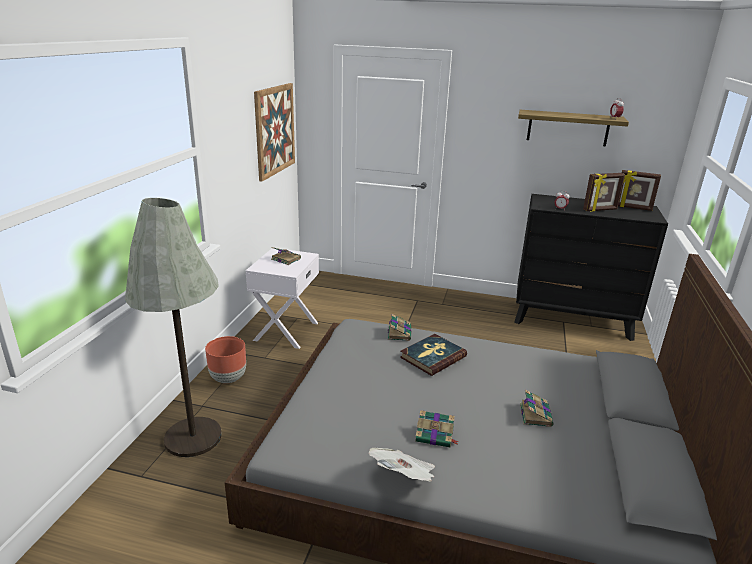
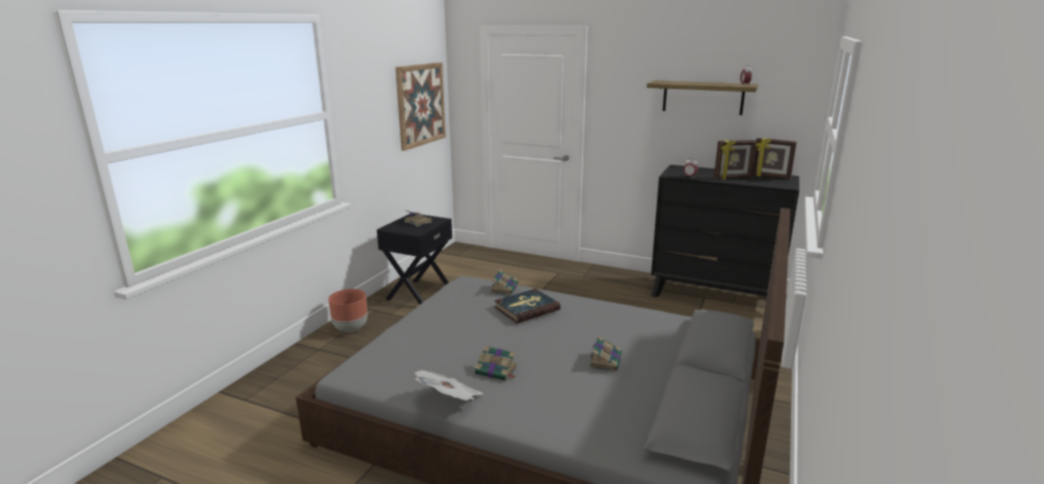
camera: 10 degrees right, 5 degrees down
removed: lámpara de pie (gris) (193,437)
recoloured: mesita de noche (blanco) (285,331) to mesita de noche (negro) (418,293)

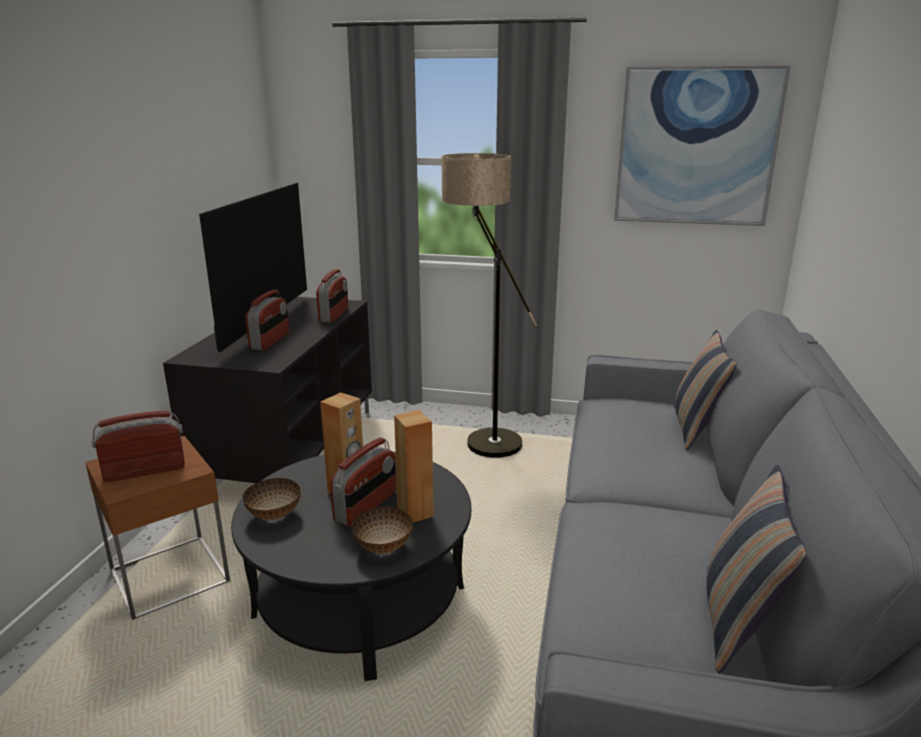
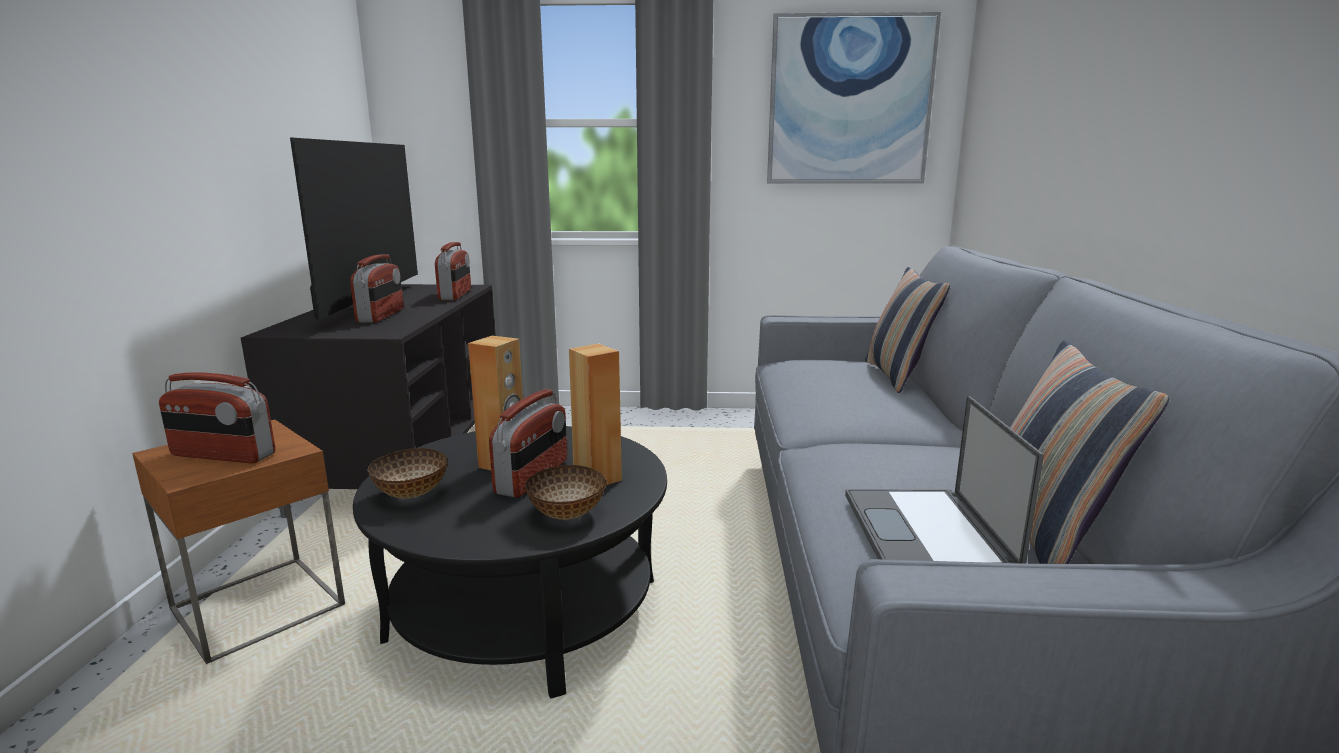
camera: 10 degrees left, 5 degrees down
removed: lámpara de pie (483,436)
added: portátil (927,533)
turned: radio (145,470) = (222,455) 135 degrees counterclockwise

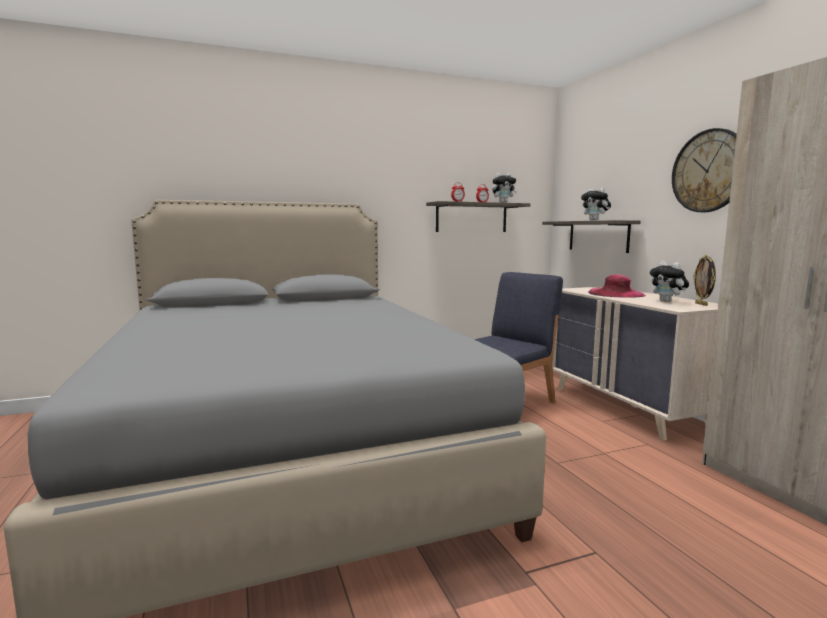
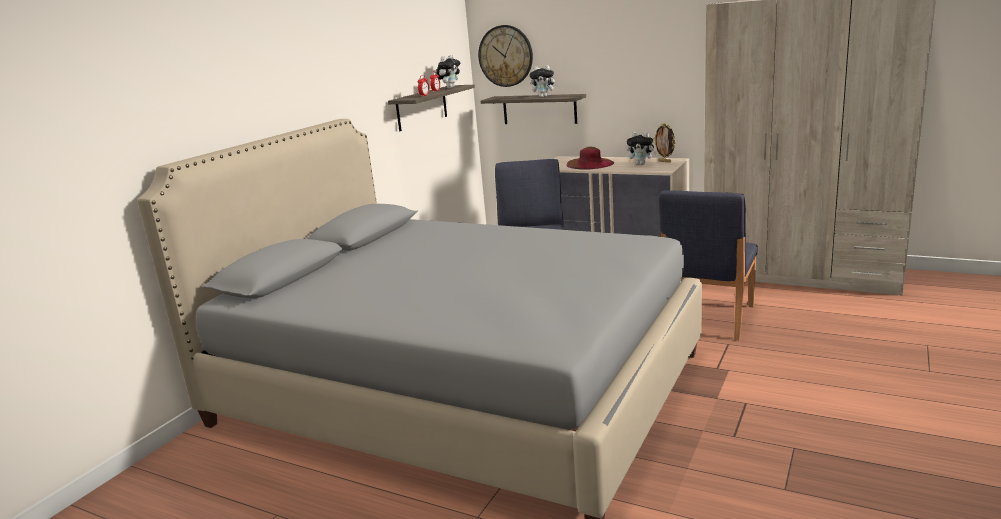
camera: 40 degrees left, 10 degrees up
added: silla (azul) (707,318)
moved: reloj de pared (709,171) to (505,56)
recoloured: sombrero (rosa) (616,293) to sombrero (marrón) (590,164)

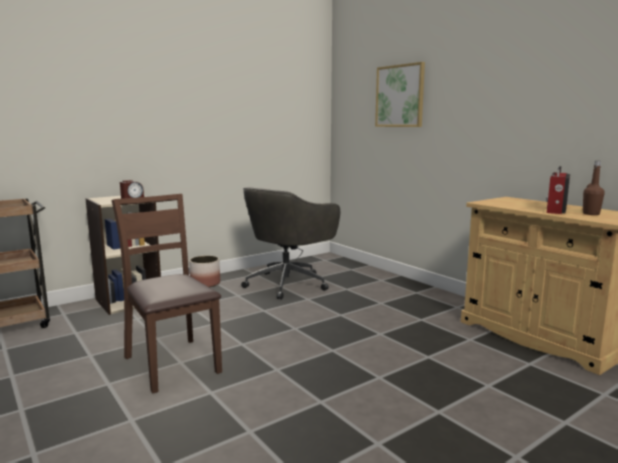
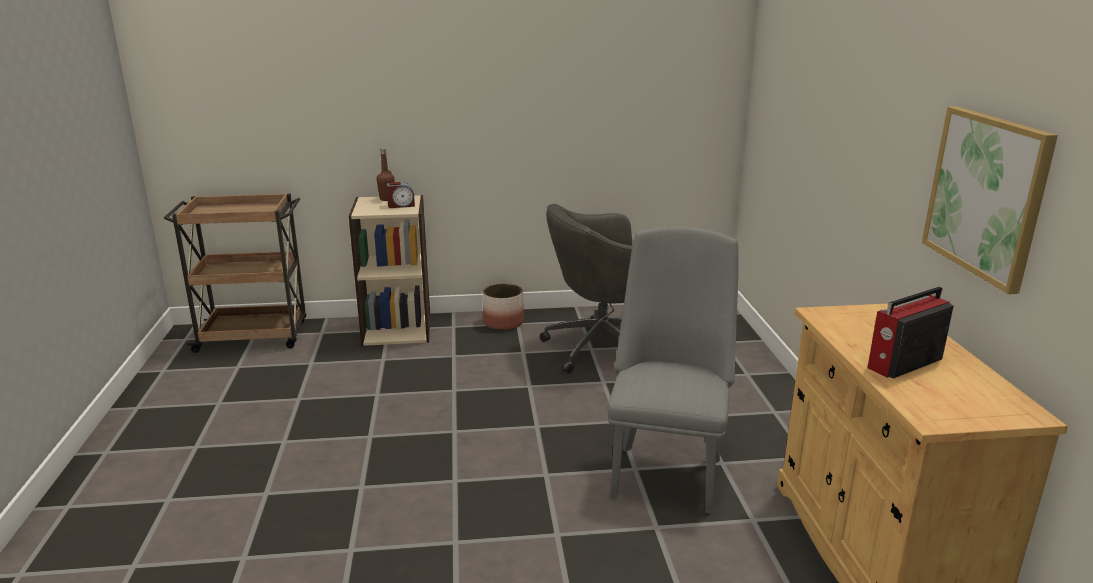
camera: 30 degrees right, 10 degrees up
removed: silla (marrón) (172,363)
added: silla (gris) (666,471)
moved: cuadro (400,96) to (986,195); botella (marrón) (591,214) to (387,199)

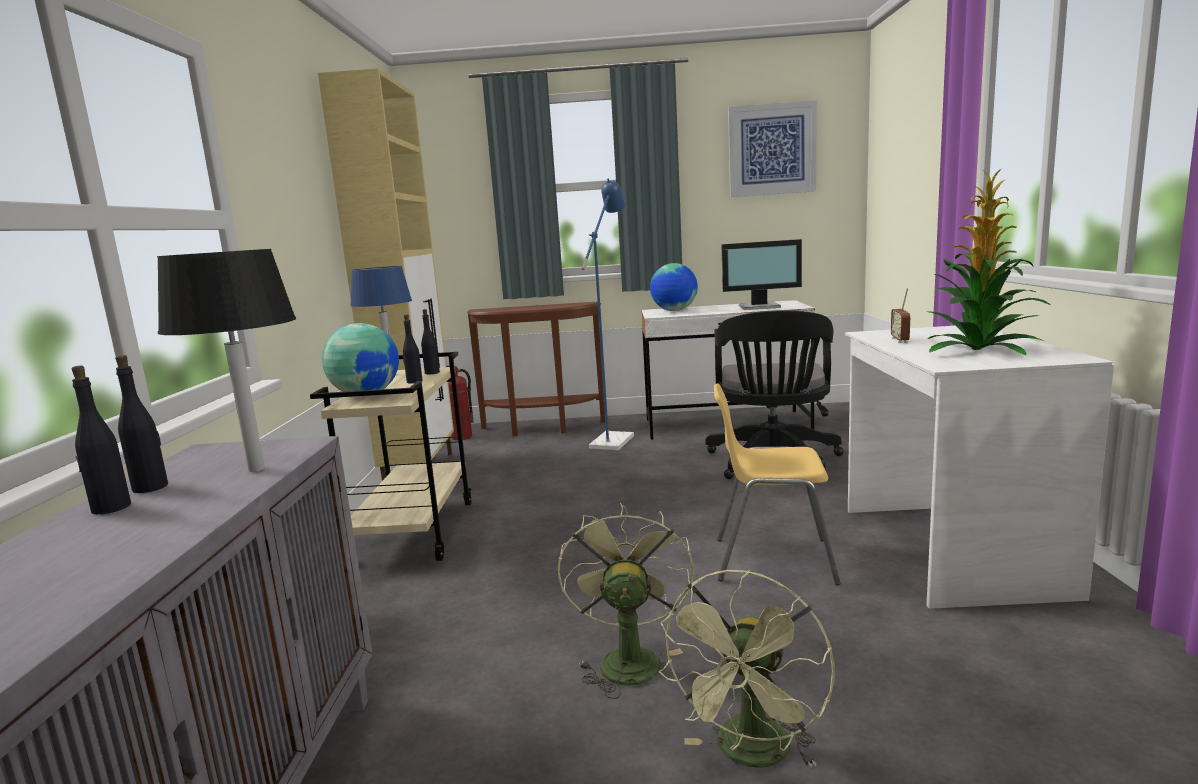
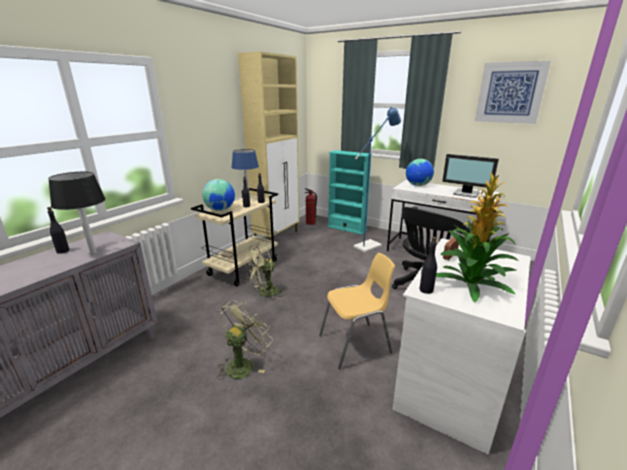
camera: 30 degrees right, 10 degrees up
moved: botella (negro) (110,508) to (426,290); ventilador (verde) (752,755) to (264,293)
replaced: mesa consola (marrón) (542,429) to estantería (turquesa) (347,228)
turned: silla (amarillo) (772,560) = (355,344) 120 degrees clockwise

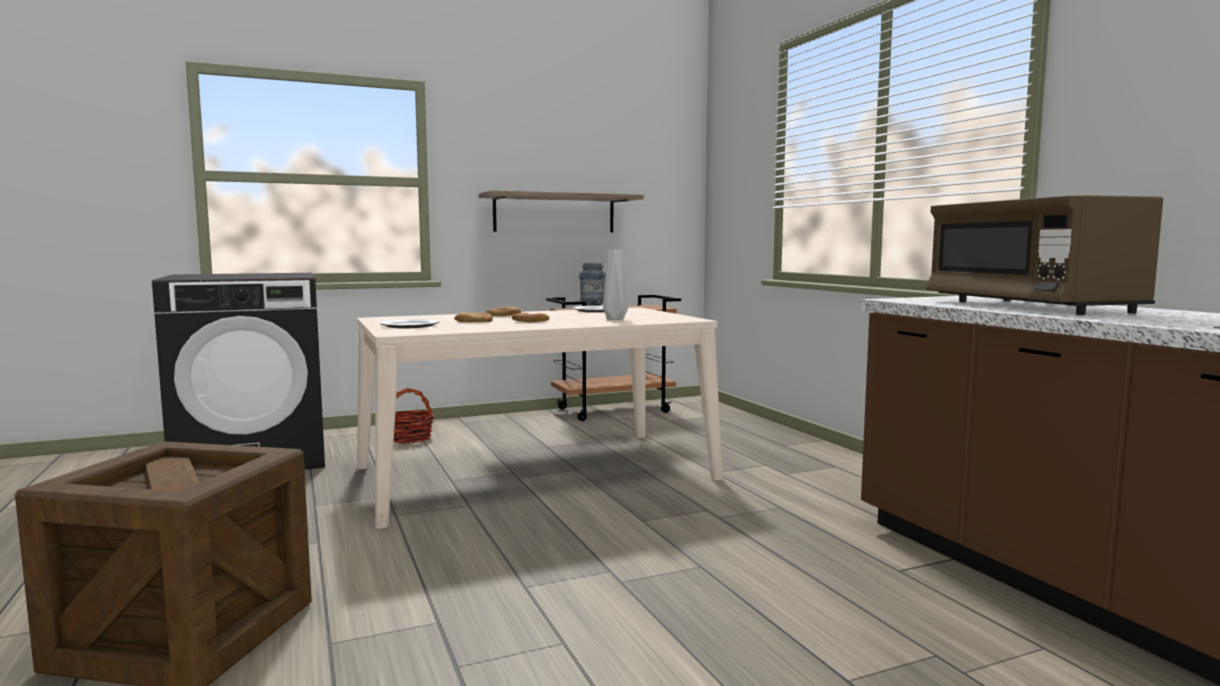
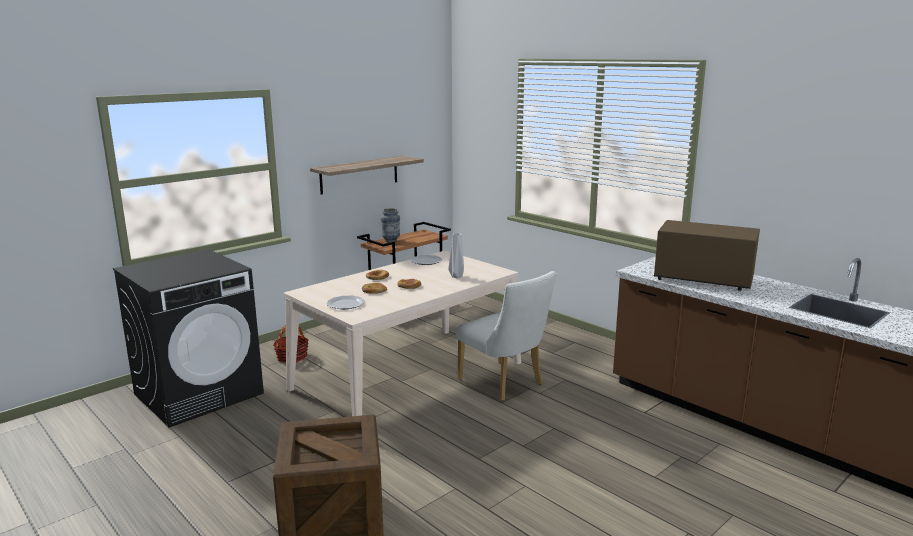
camera: 20 degrees left, 10 degrees up
added: silla (blanco) (505,383)
turned: microondas (marrón) (1029,306) = (703,279) 150 degrees clockwise

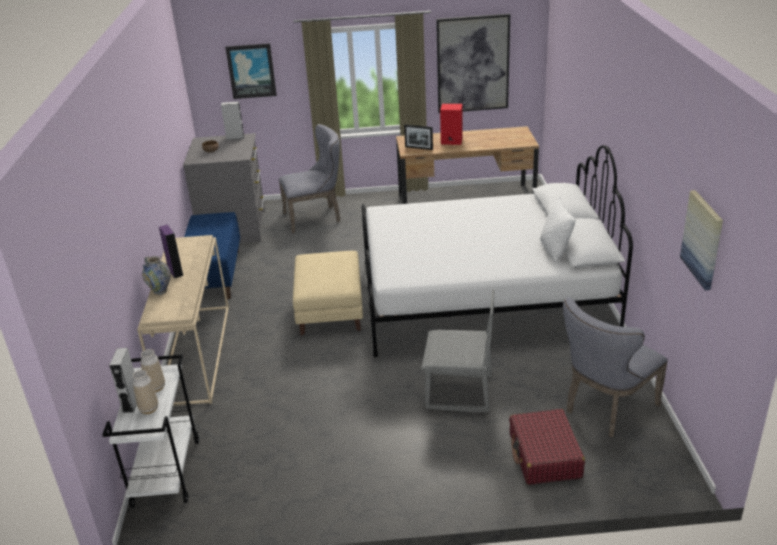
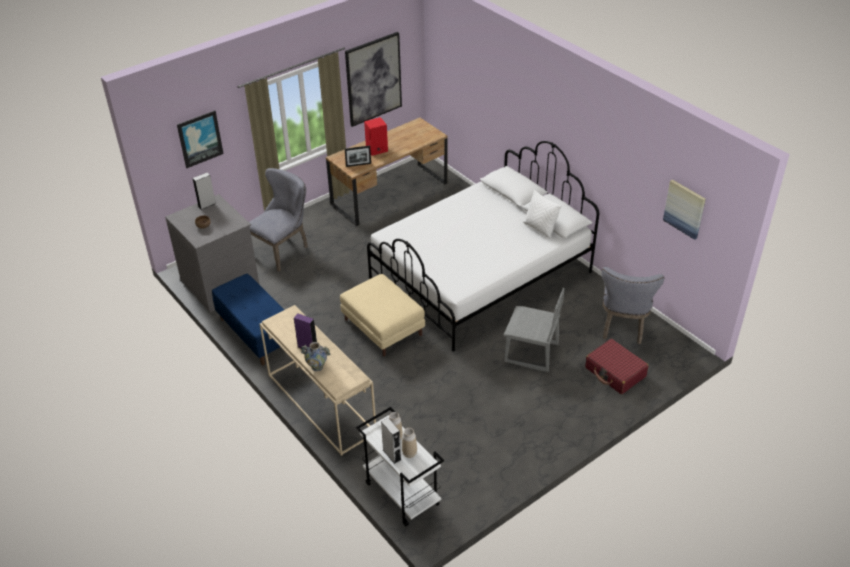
camera: 35 degrees left, 10 degrees up
turned: silla (gris) (459,393) = (531,353) 45 degrees clockwise

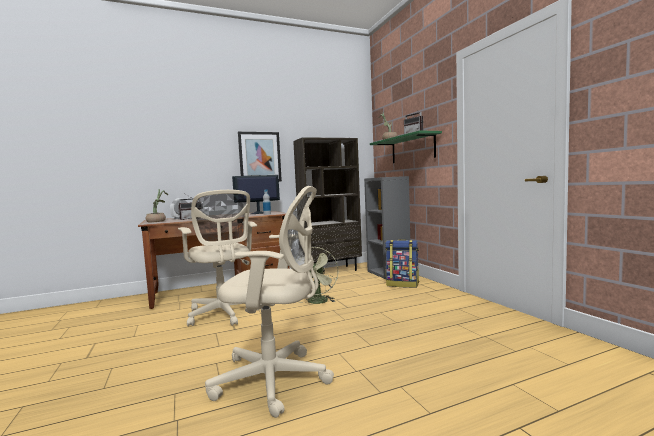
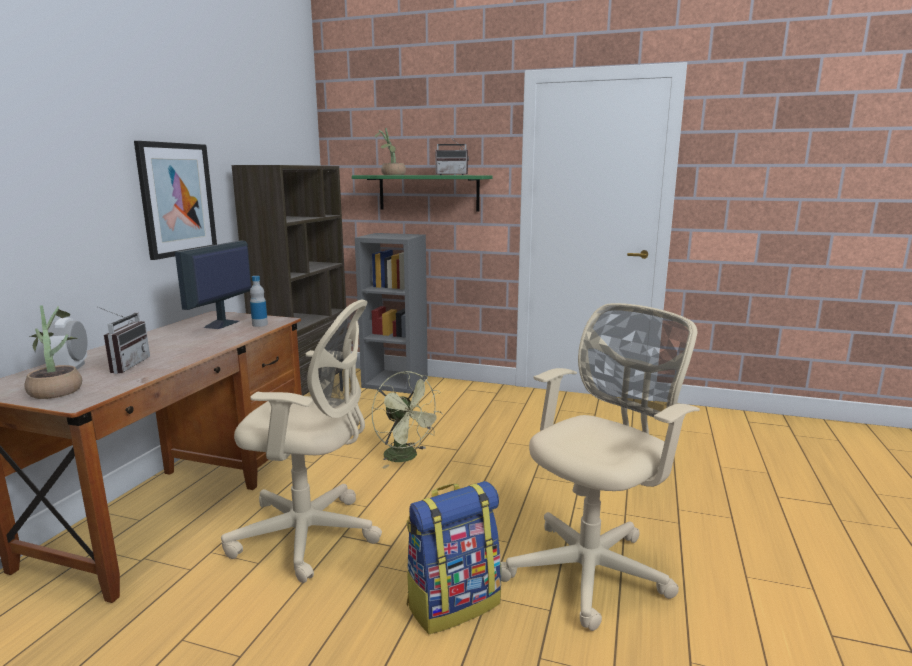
camera: 50 degrees left, 10 degrees up
moved: mochila (402,284) to (453,603)

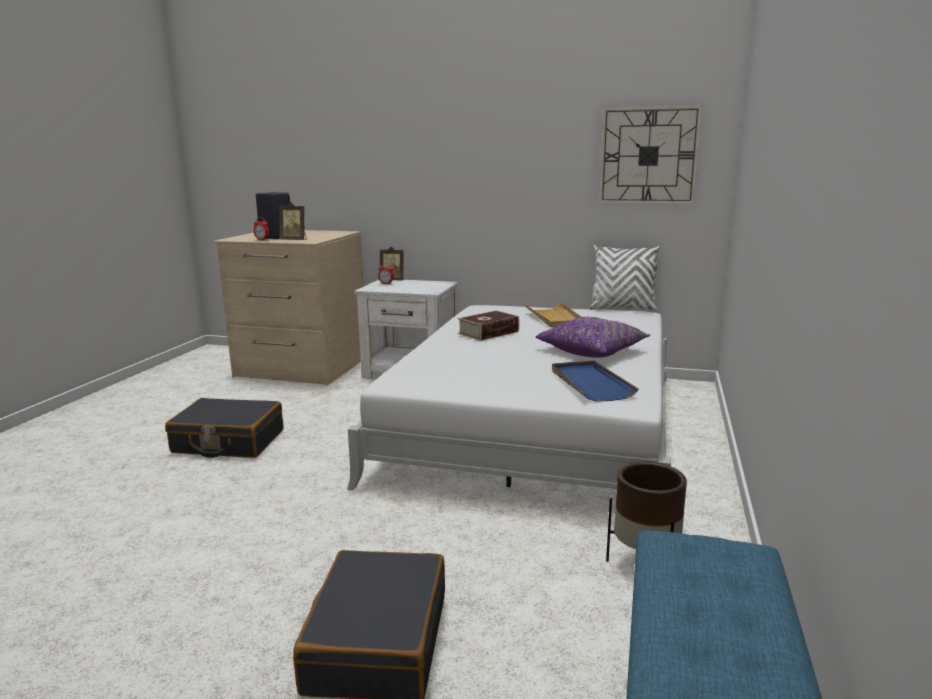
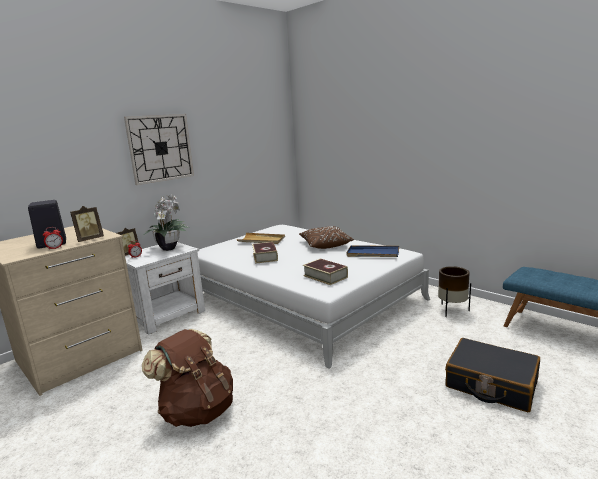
camera: 60 degrees left, 0 degrees up
removed: cojín (blanco) (622,309)
added: planta en maceta (170,248); libro (325,276)
moved: reloj de pared (648,156) to (160,148)
replaced: maleta (negro) (228,442) to mochila (marrón) (197,411)
recoloured: cojín (morado) (592,351) to cojín (marrón) (325,245)

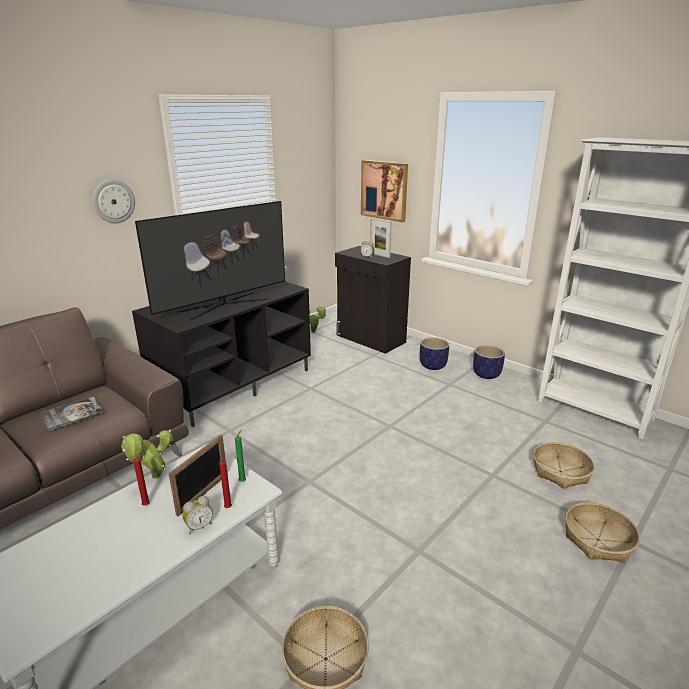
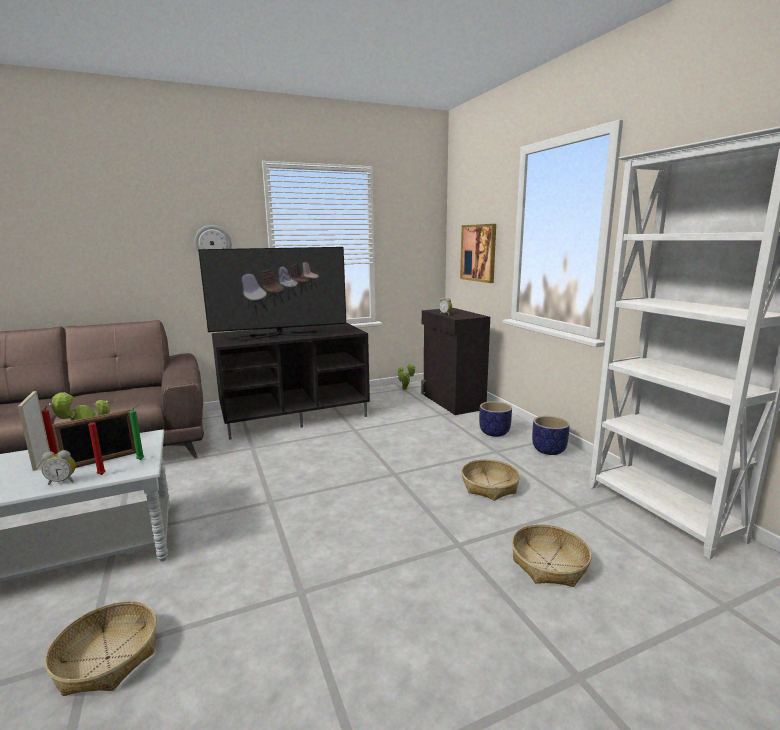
camera: 25 degrees right, 10 degrees down
removed: libro (72,414)
moved: portarretratos (379,255) to (41,460); cesta (598,540) to (489,486)

